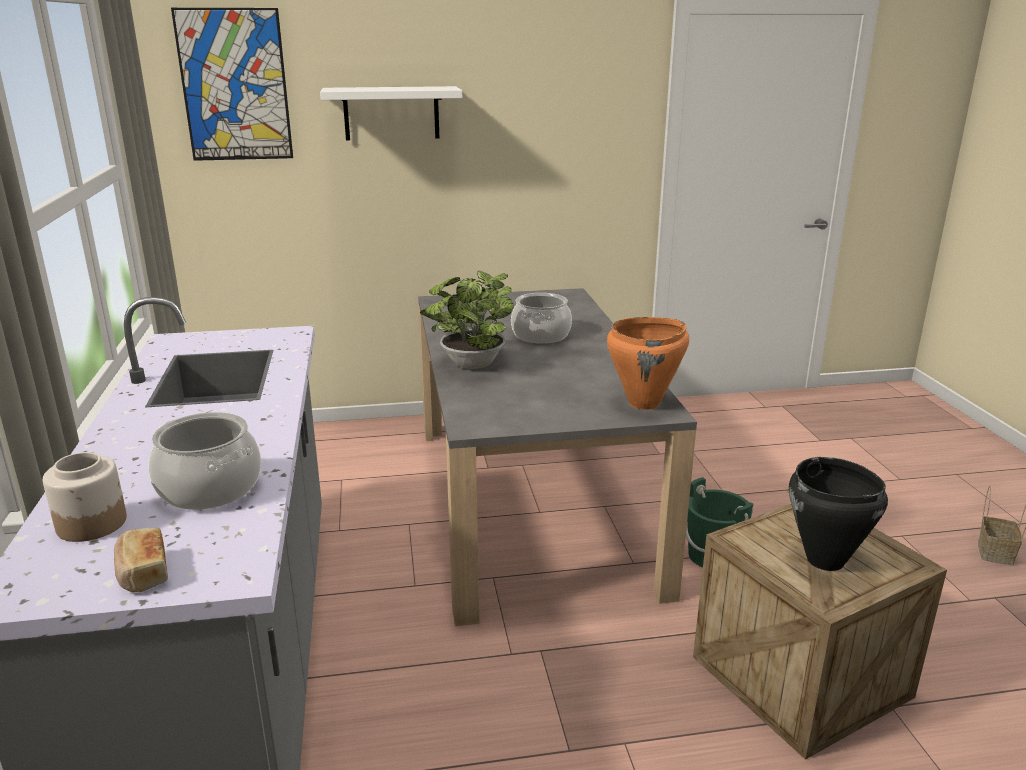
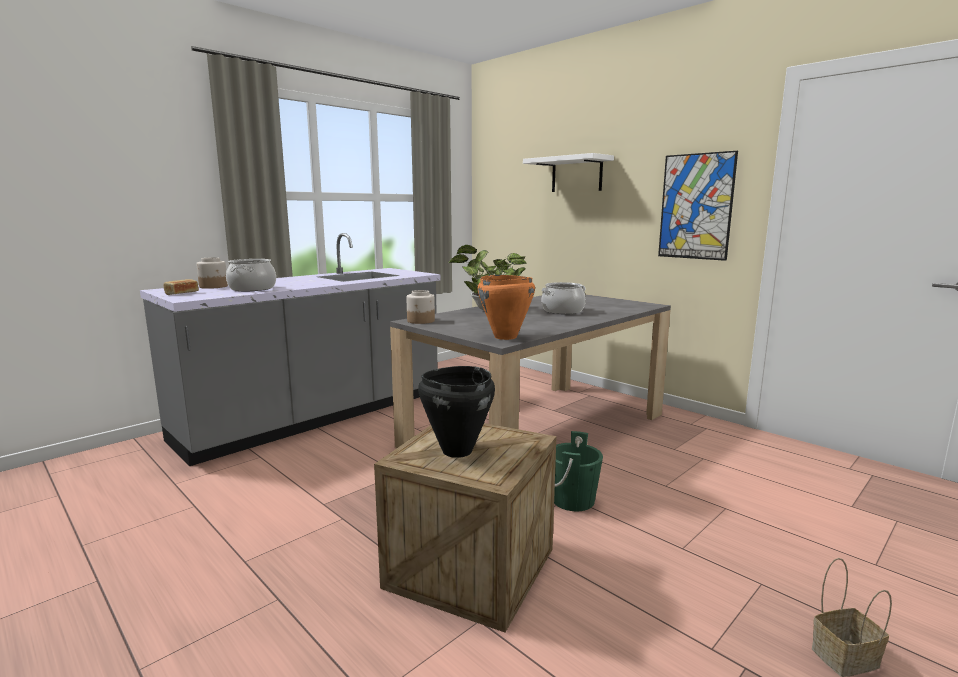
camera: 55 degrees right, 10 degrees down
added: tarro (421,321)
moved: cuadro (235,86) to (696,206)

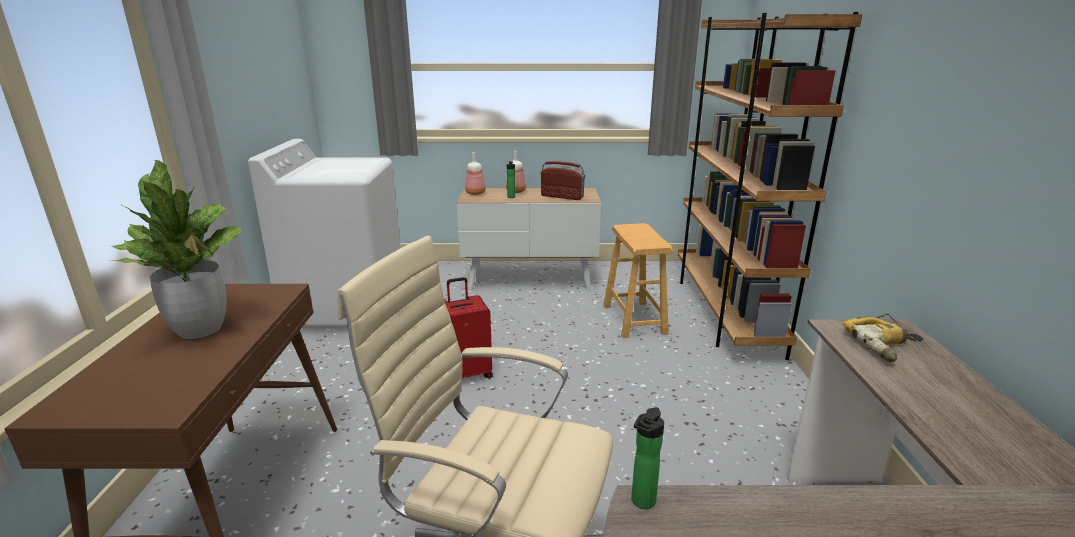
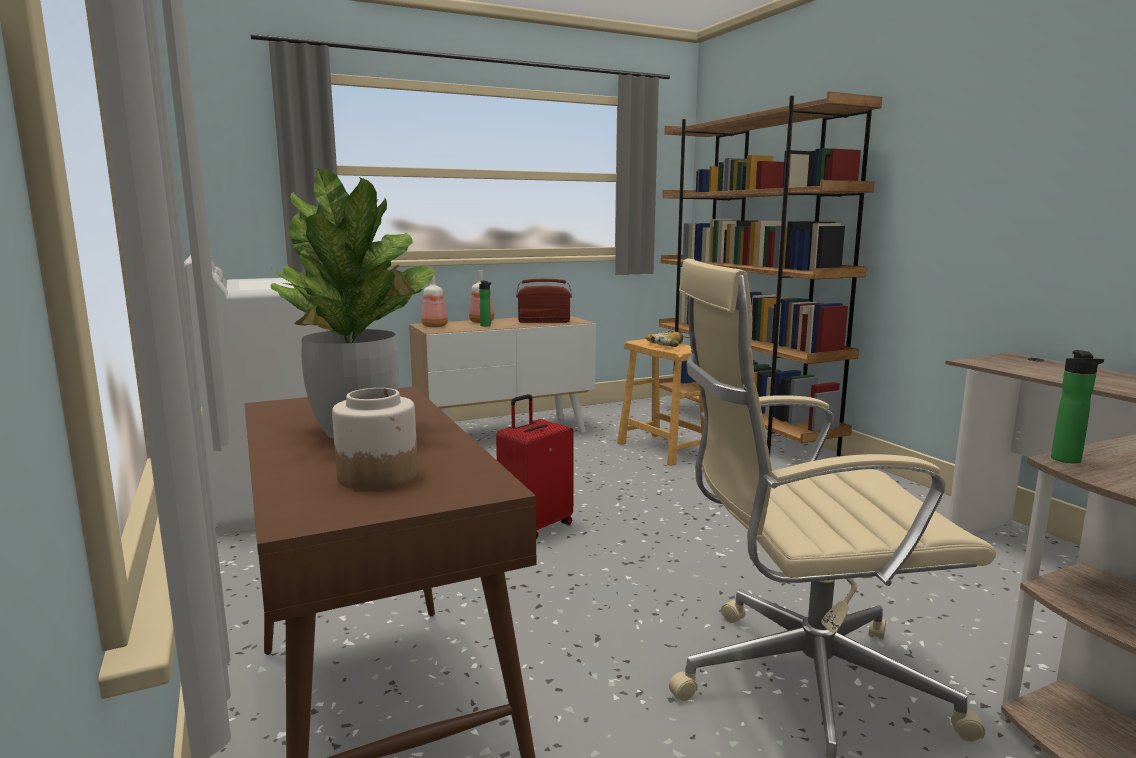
camera: 25 degrees left, 10 degrees down
added: tarro (378,476)
moved: taladro (883,345) to (670,345)

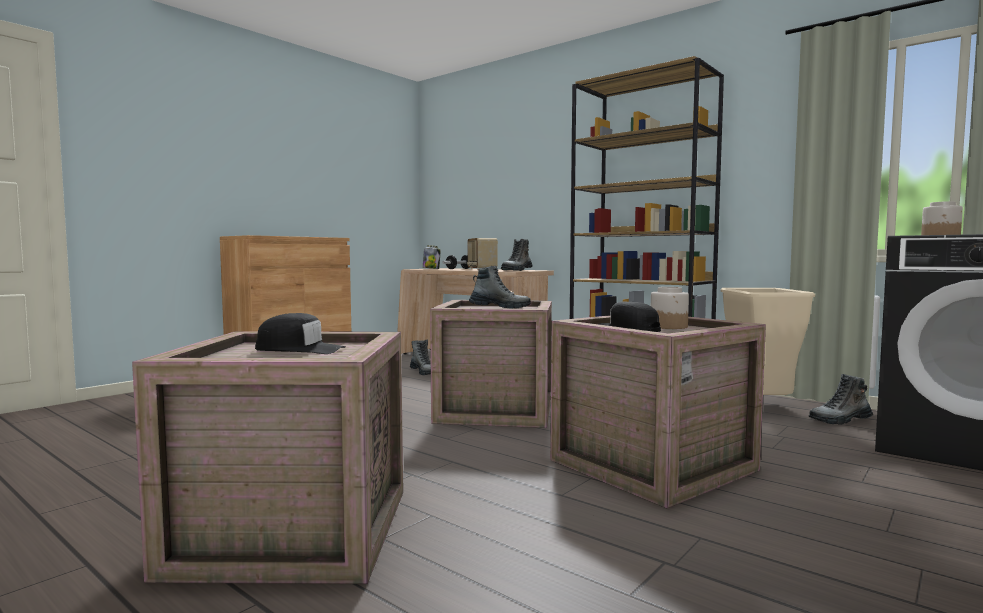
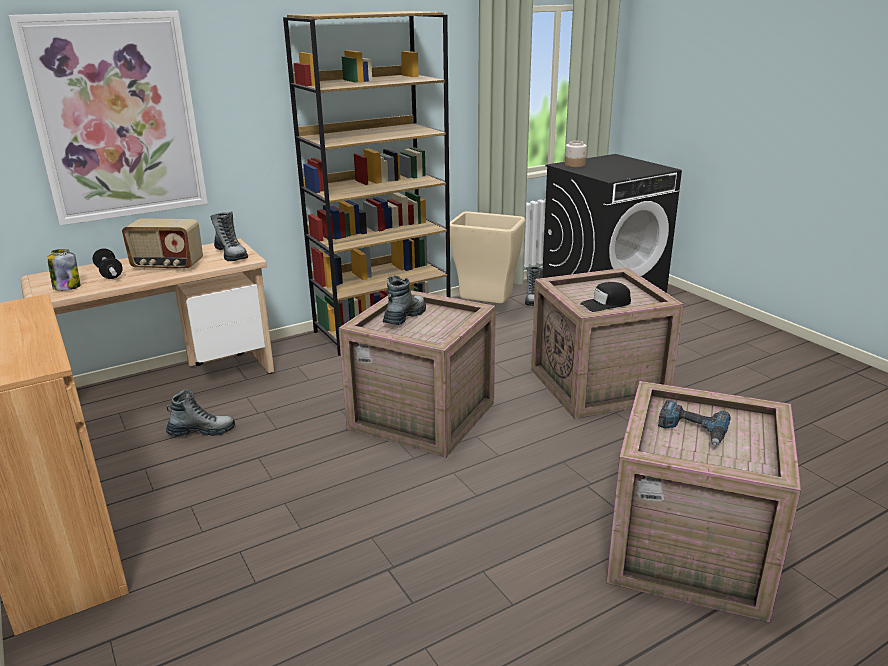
camera: 70 degrees left, 20 degrees up
removed: tarro (669,326)
added: cuadro (117,118)
replaced: gorra (negro) (300,350) to taladro (692,430)

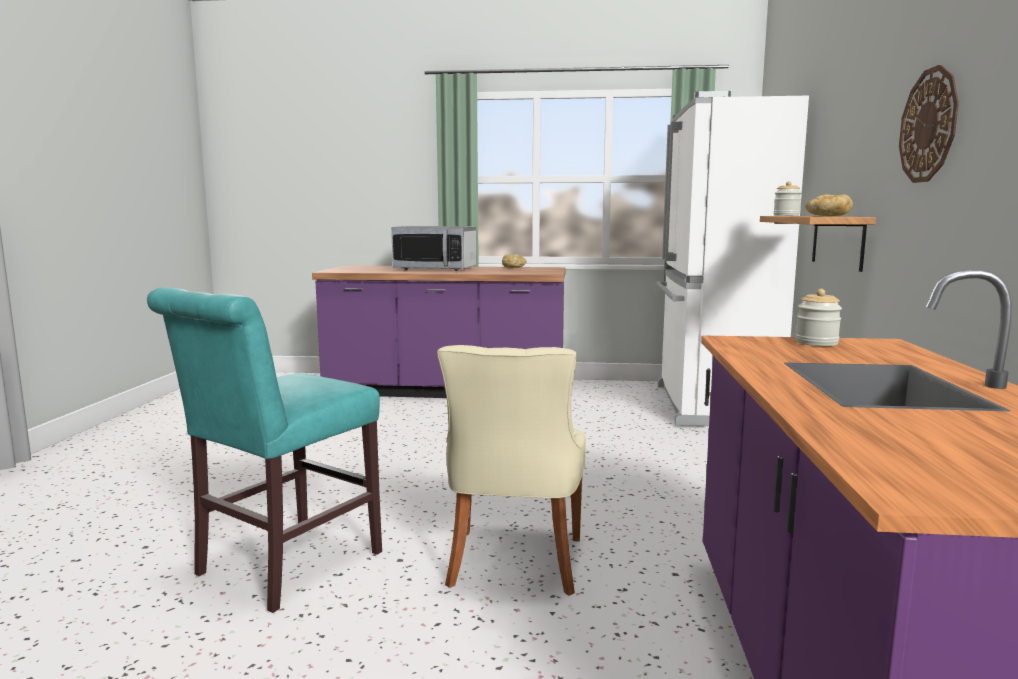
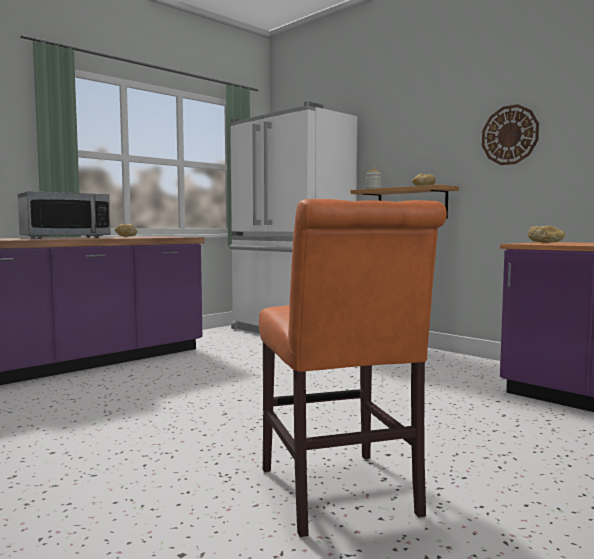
camera: 50 degrees left, 5 degrees down
removed: silla (beis) (514,564)
replaced: tarro (816,343) to pan (546,242)
recoloured: silla (turquesa) (282,567) to silla (naranja) (340,496)

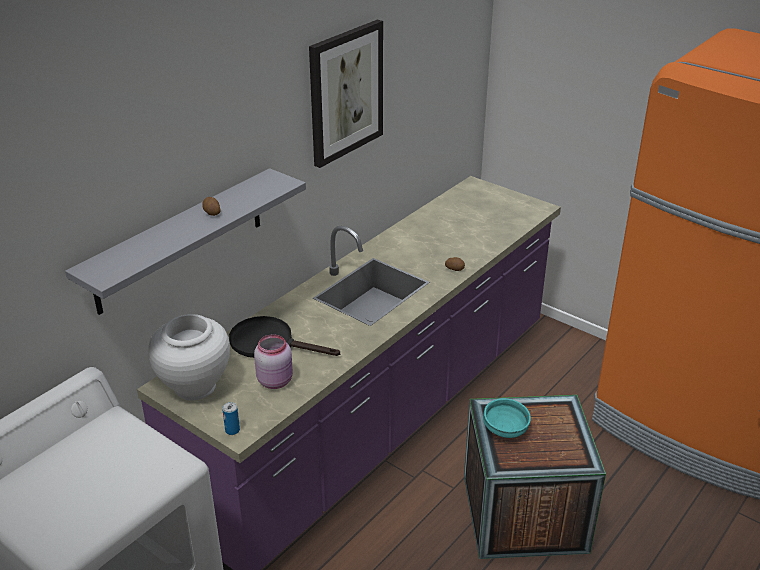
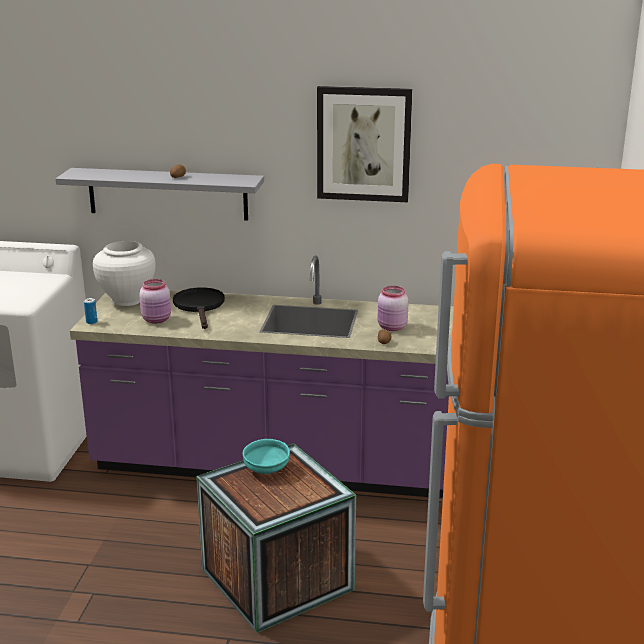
camera: 60 degrees right, 10 degrees down
added: tarro (rosa) (392,327)

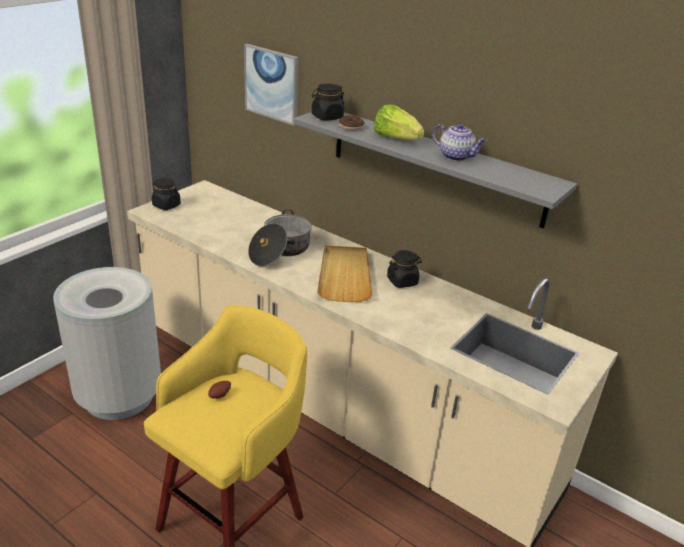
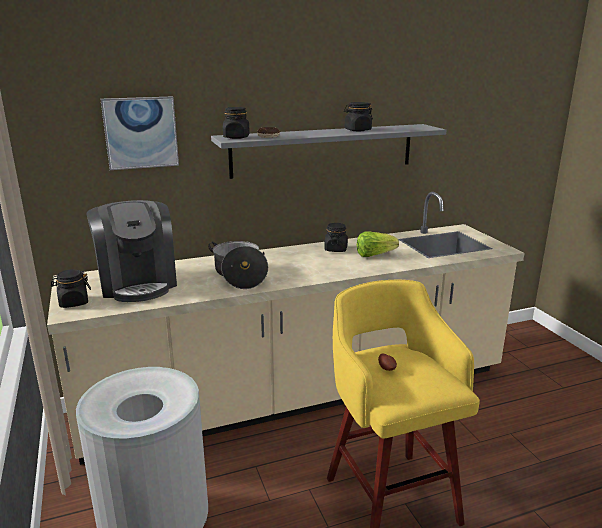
camera: 55 degrees left, 10 degrees down
removed: bandeja (beis) (344,275)
added: cafetera (138,283)
moved: lechuga (396,139) to (374,255)
replaced: tetera (456,156) to tarro (negro) (357,130)

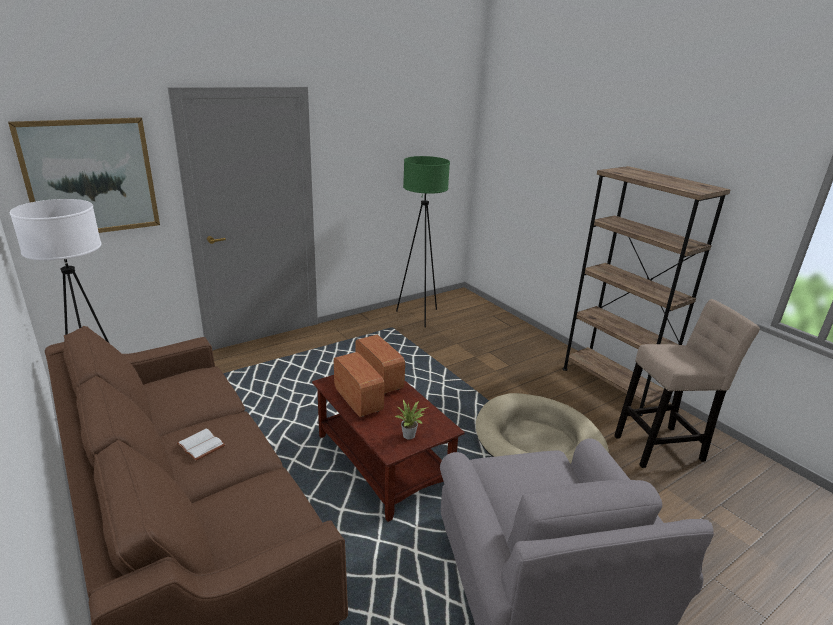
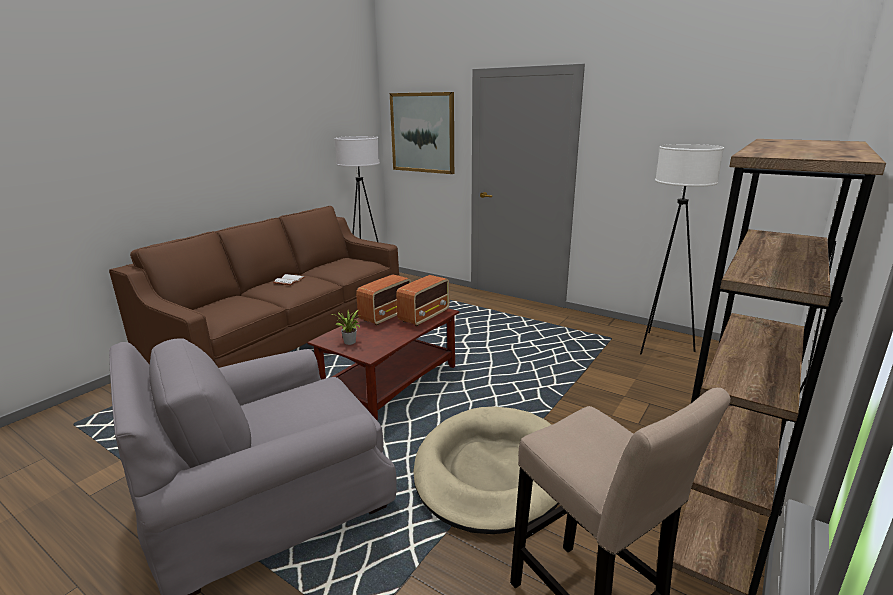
camera: 70 degrees right, 5 degrees down
recoloured: lámpara de pie (verde) (419,316) to lámpara de pie (blanco) (660,346)

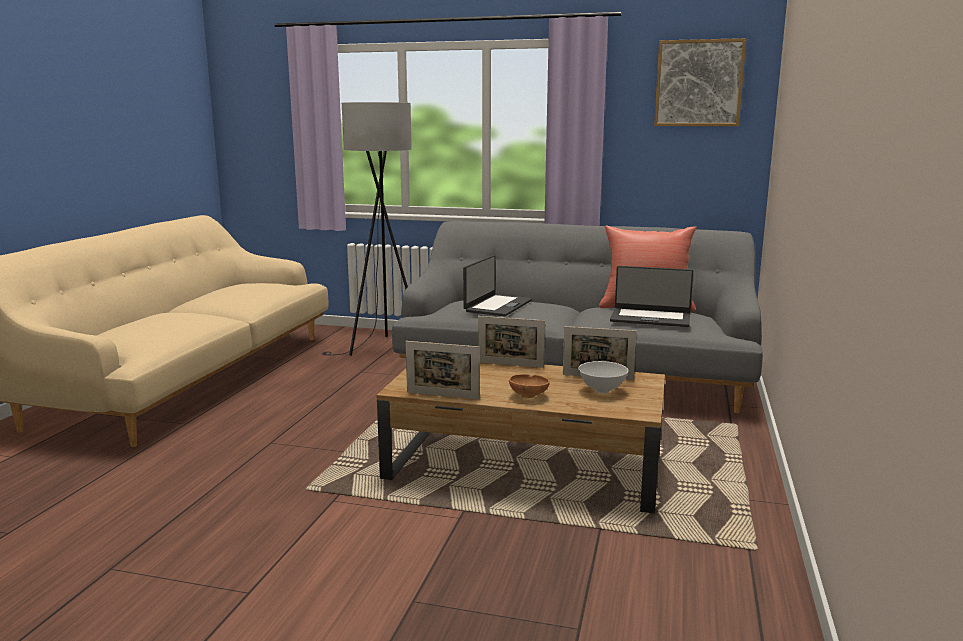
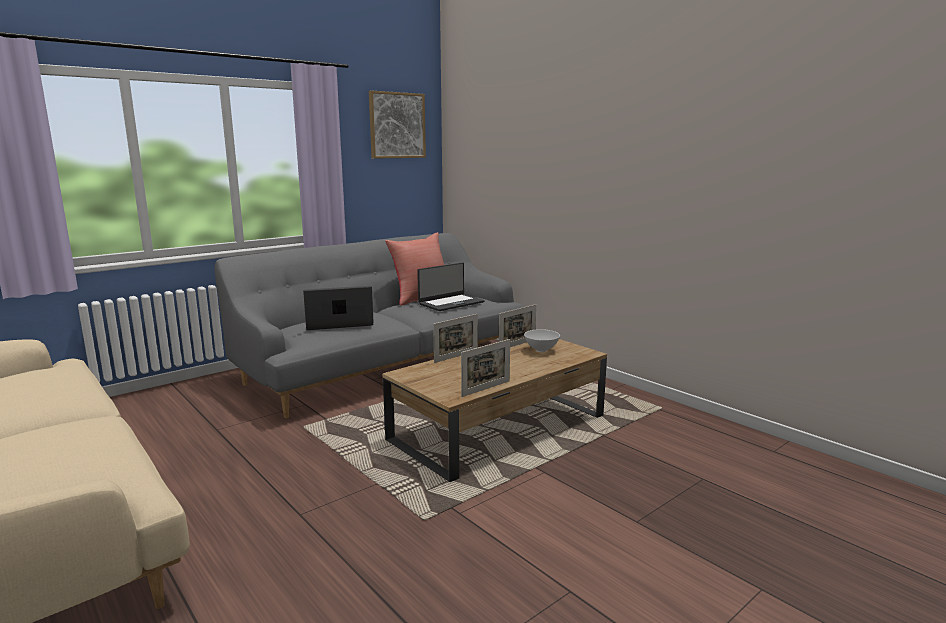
camera: 55 degrees left, 0 degrees up
removed: lámpara de pie (gris) (382,349); cuenco (marrón) (529,396)
turned: portátil (497,306) = (339,323) 75 degrees counterclockwise

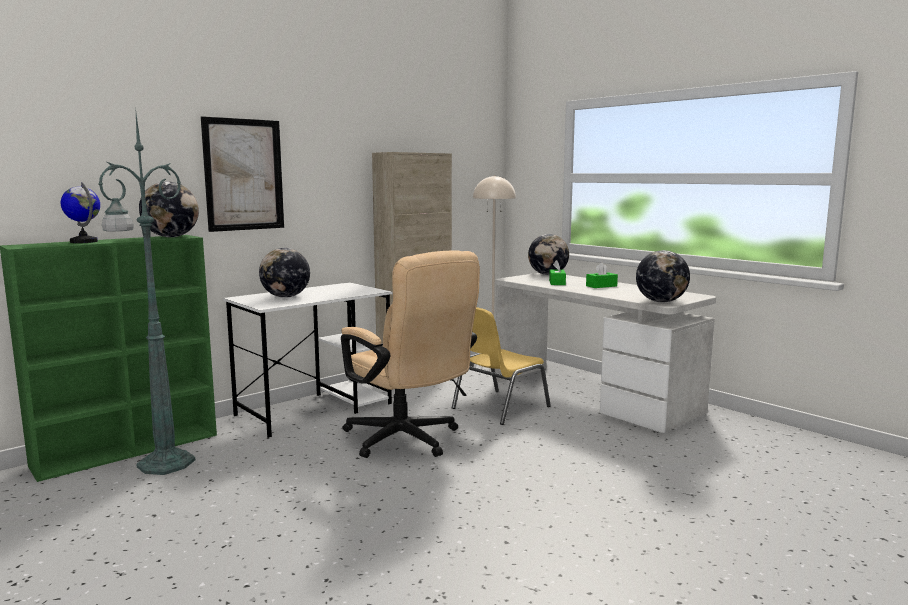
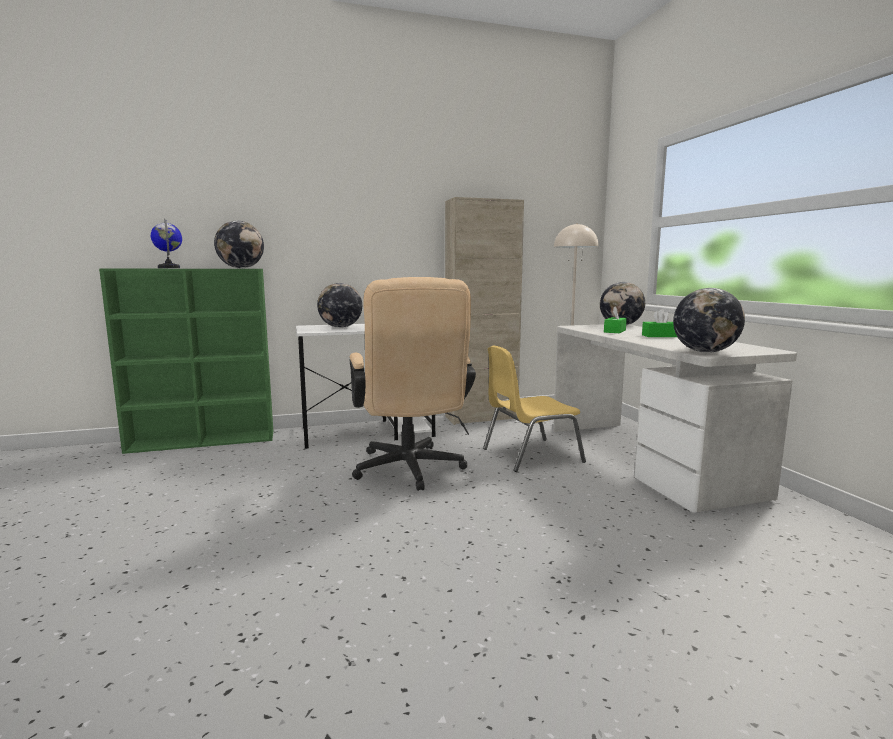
camera: 25 degrees right, 0 degrees up
removed: lámpara de pie (verde) (163,464); cuadro (244,175)

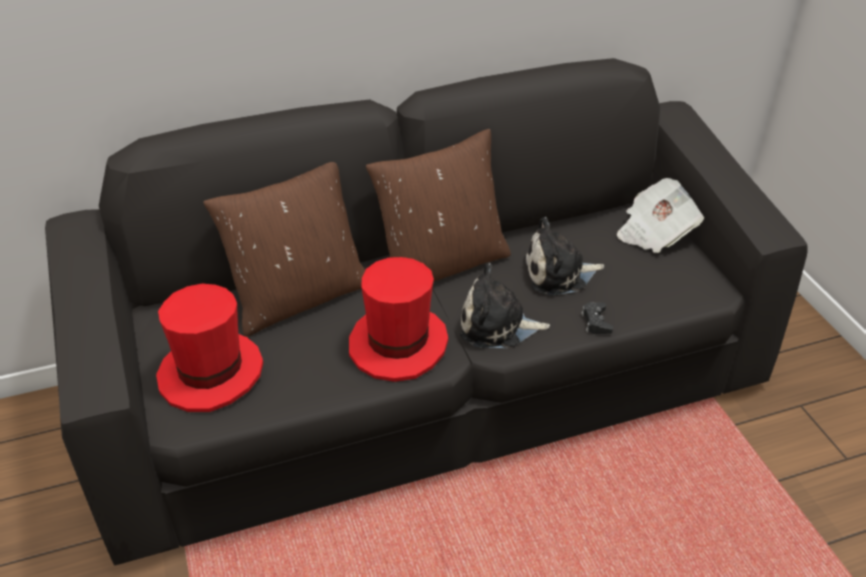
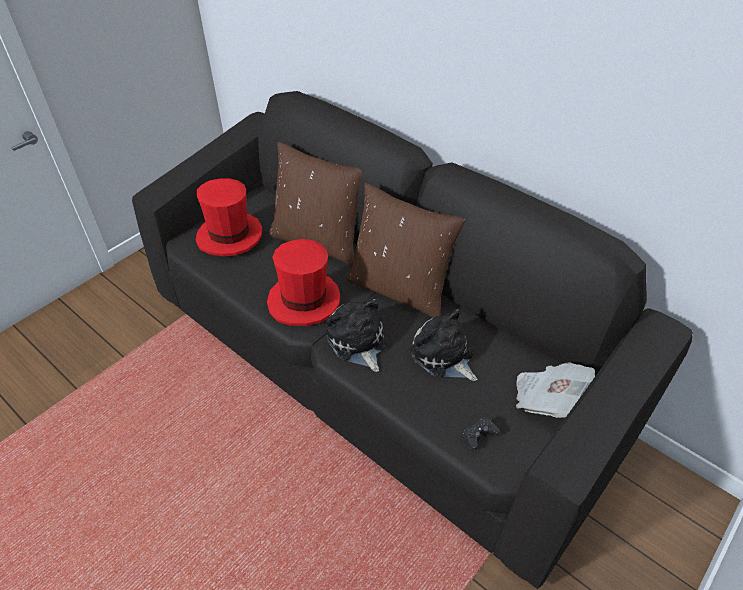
camera: 60 degrees right, 5 degrees up
moved: mando de consola (negro) (596,322) to (479,435)

